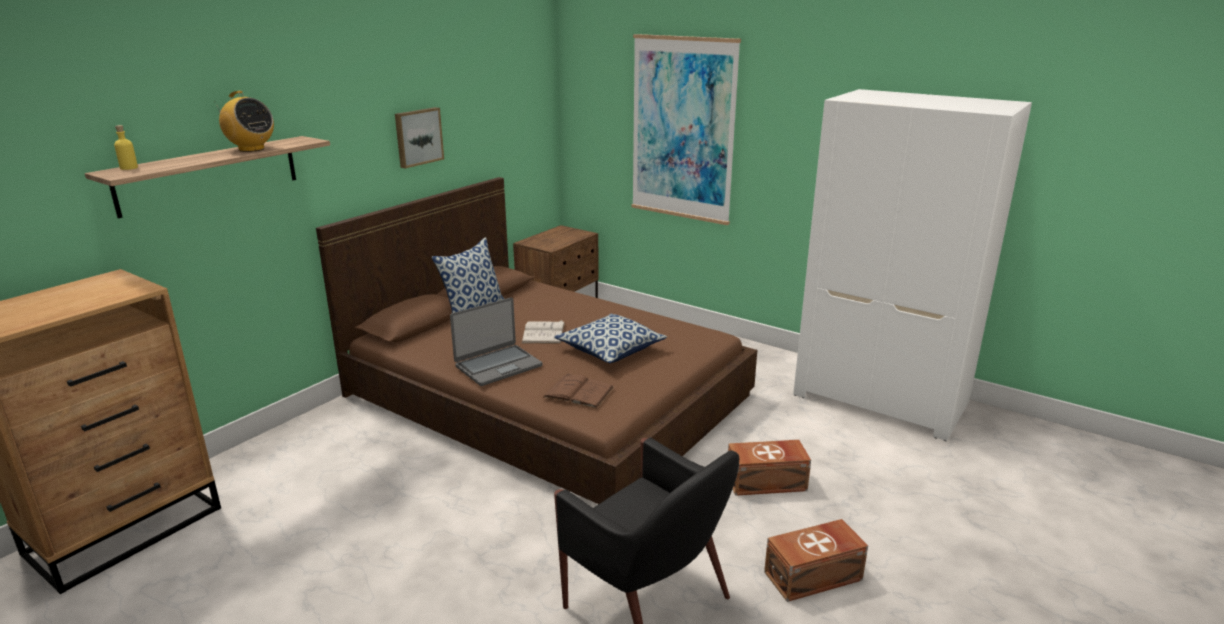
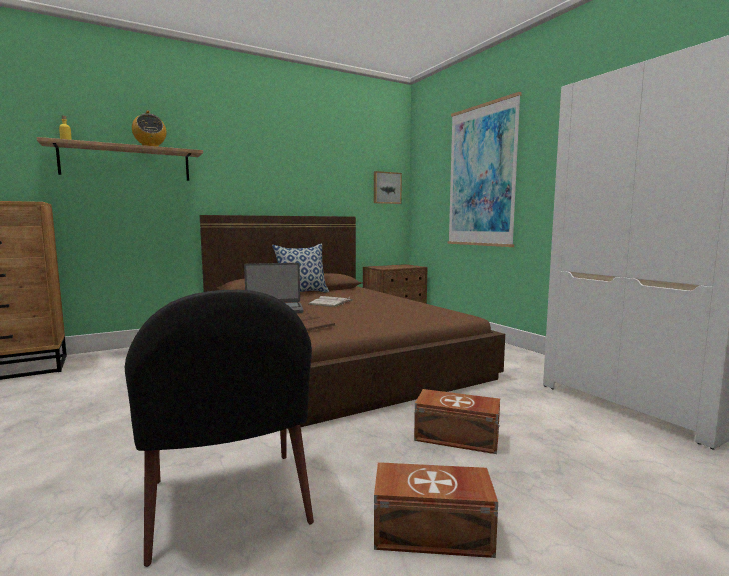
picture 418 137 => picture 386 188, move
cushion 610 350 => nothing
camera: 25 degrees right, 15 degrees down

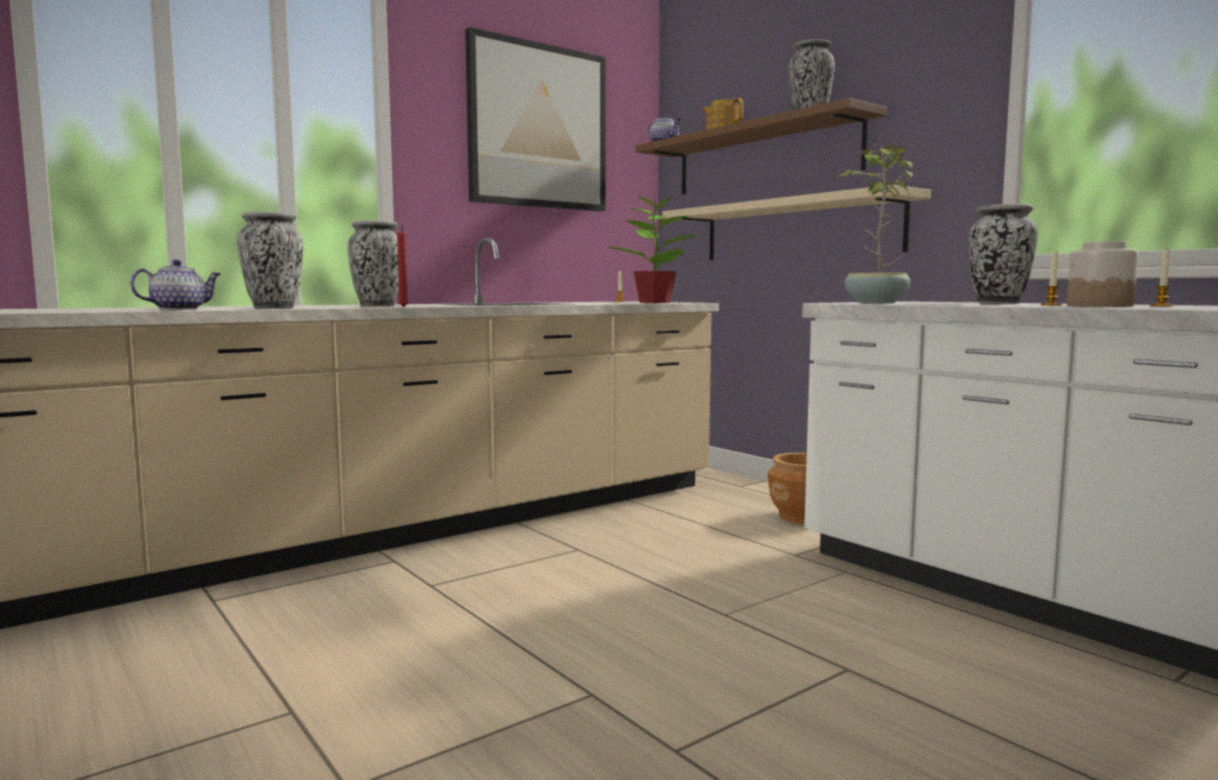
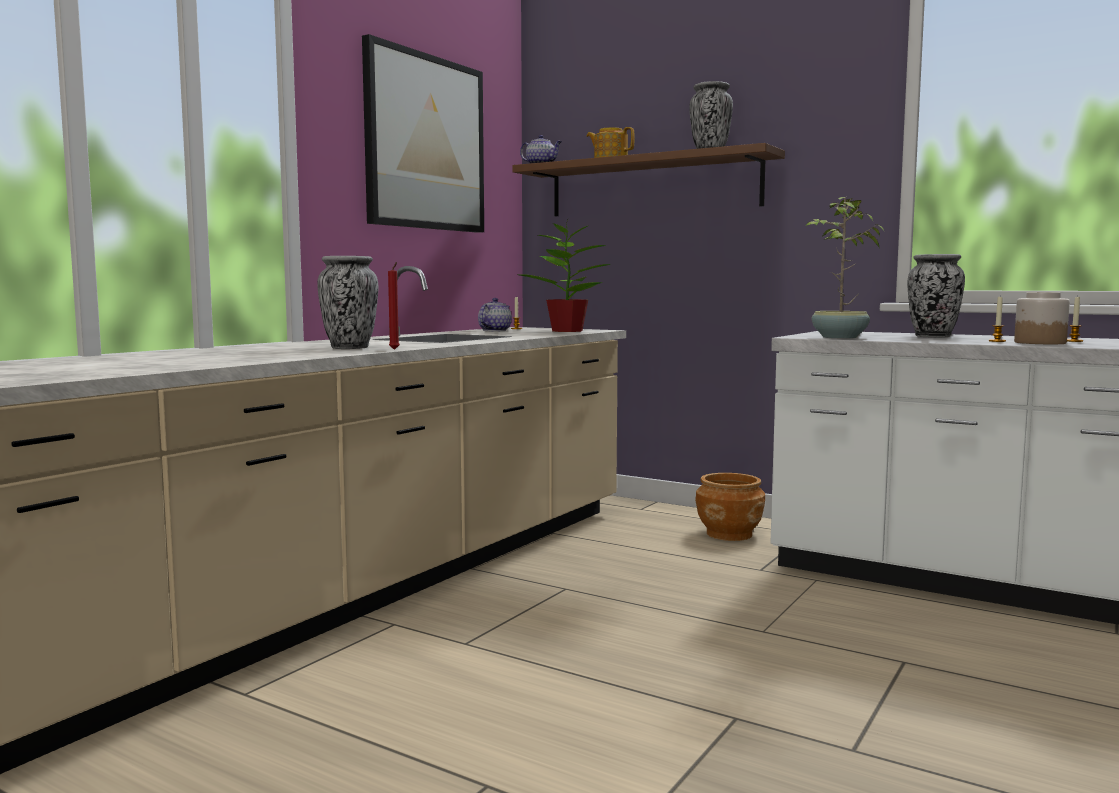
bracket shelf/beige 798 230 => nothing
vase 273 308 => nothing
teapot 180 309 => teapot 495 331, move
camera: 20 degrees left, 0 degrees up

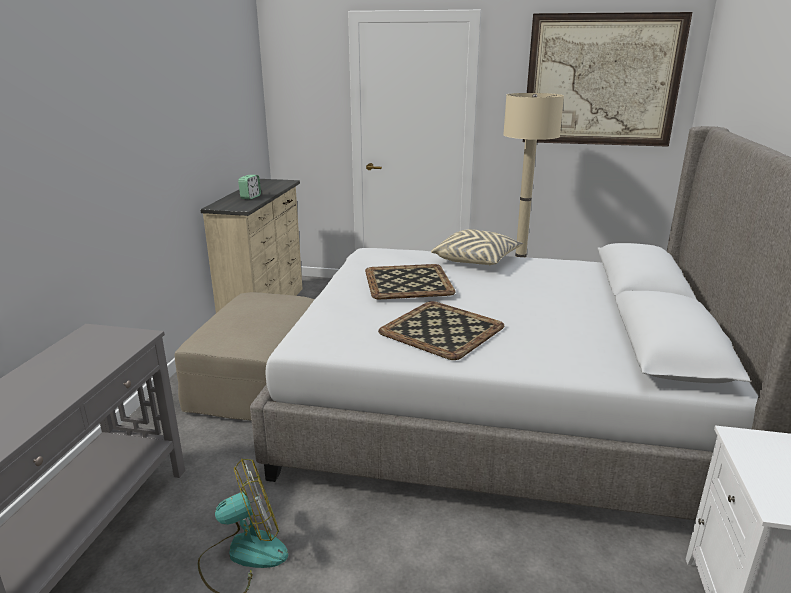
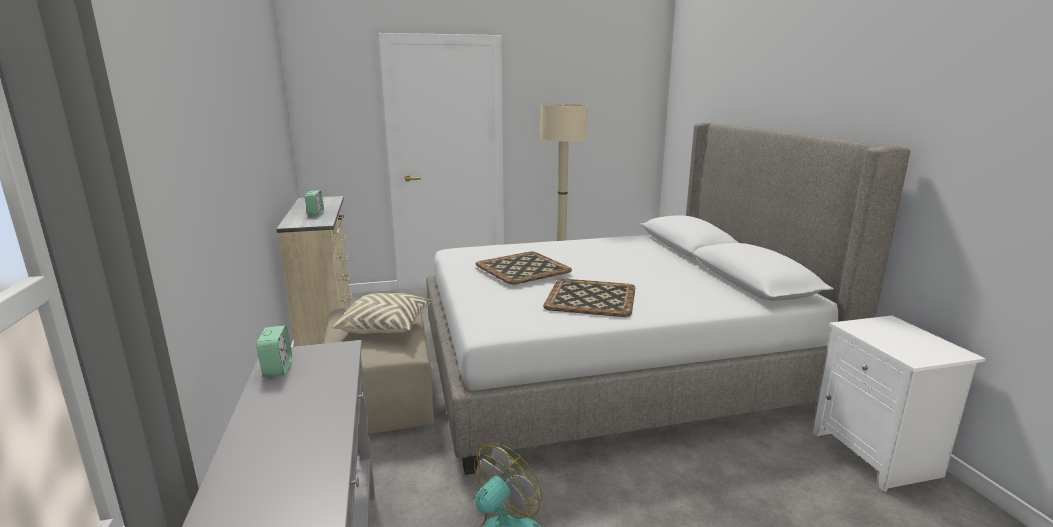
picture 601 81 => nothing
cushion/beige 477 260 => cushion/beige 386 326, move
nothing => alarm clock 277 368
camera: 25 degrees left, 5 degrees down

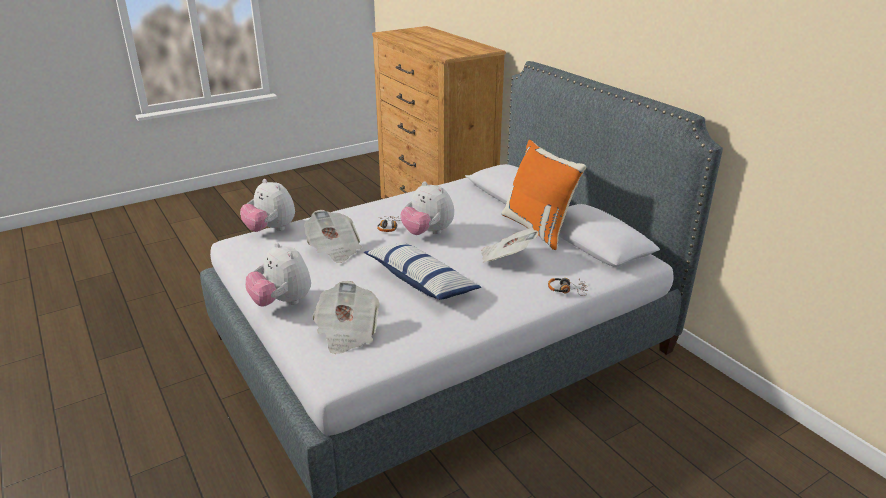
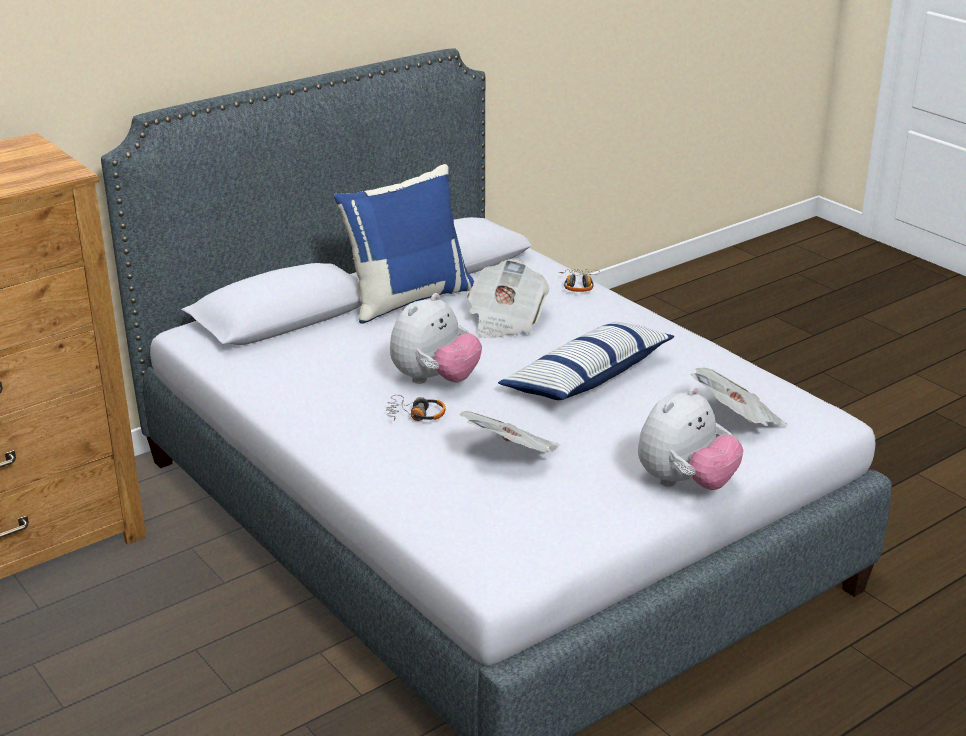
cushion/orange-coloured 538 228 => cushion/bluish 408 298
soft toy 271 230 => nothing
camera: 95 degrees left, 0 degrees up

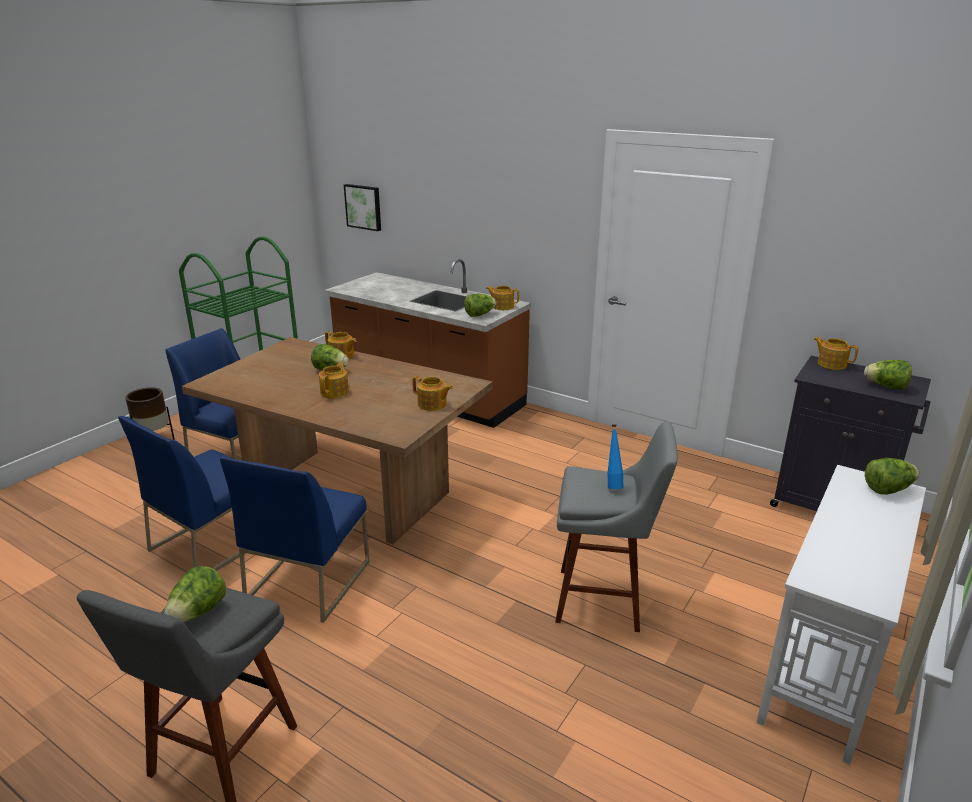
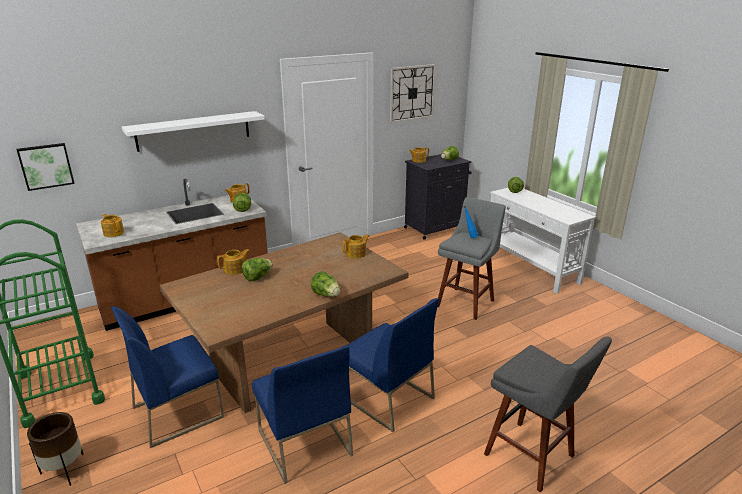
teapot 335 392 => teapot 114 233, move
lettuce head 198 612 => lettuce head 326 295, move
nothing => clock on the wall 412 93
nothing => bracket shelf/white 193 131
camera: 65 degrees left, 0 degrees up

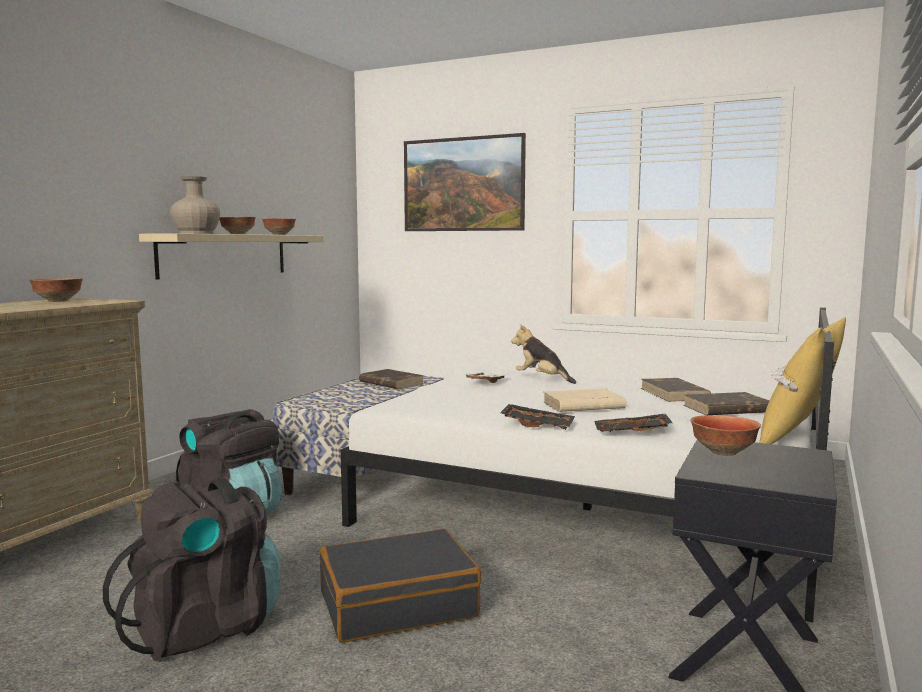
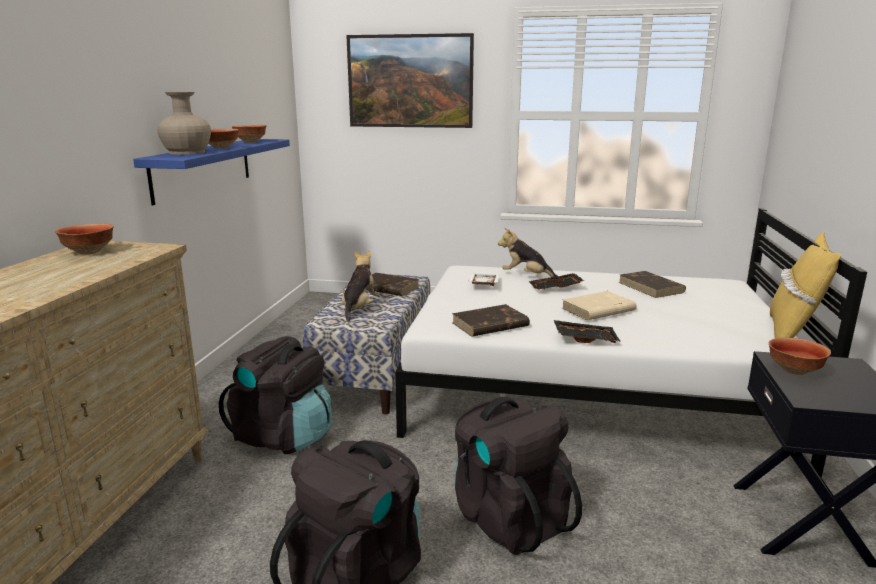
bracket shelf/beige 225 255 => bracket shelf/bluish 203 168
book/brownish 726 409 => book/brownish 489 325, move
tray/blackish 632 433 => tray/blackish 556 288, move
suitcase/blackish 397 604 => backpack/blackish 508 517
nothing => soft toy 359 308
camera: 15 degrees left, 10 degrees up

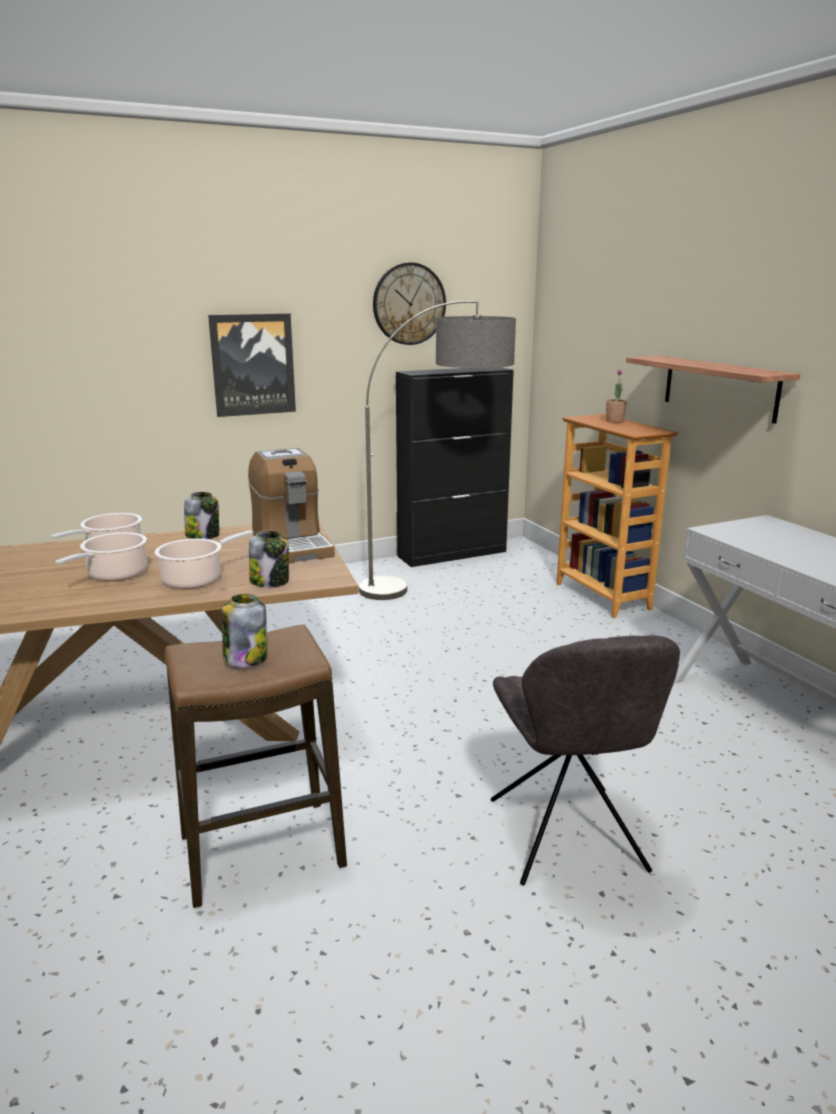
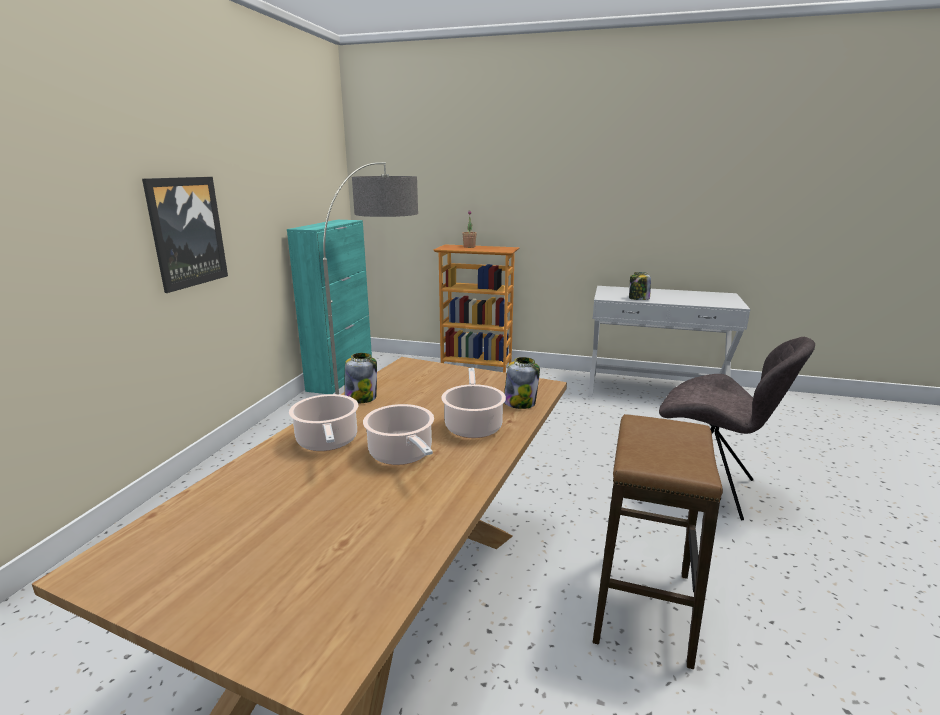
clock on the wall 409 304 => nothing
bracket shelf 719 387 => nothing
cabinet/blackish 453 554 => cabinet/turquoise 341 376
coffee brewer 291 544 => nothing
jar 245 658 => jar 638 299, move
camera: 50 degrees left, 0 degrees up

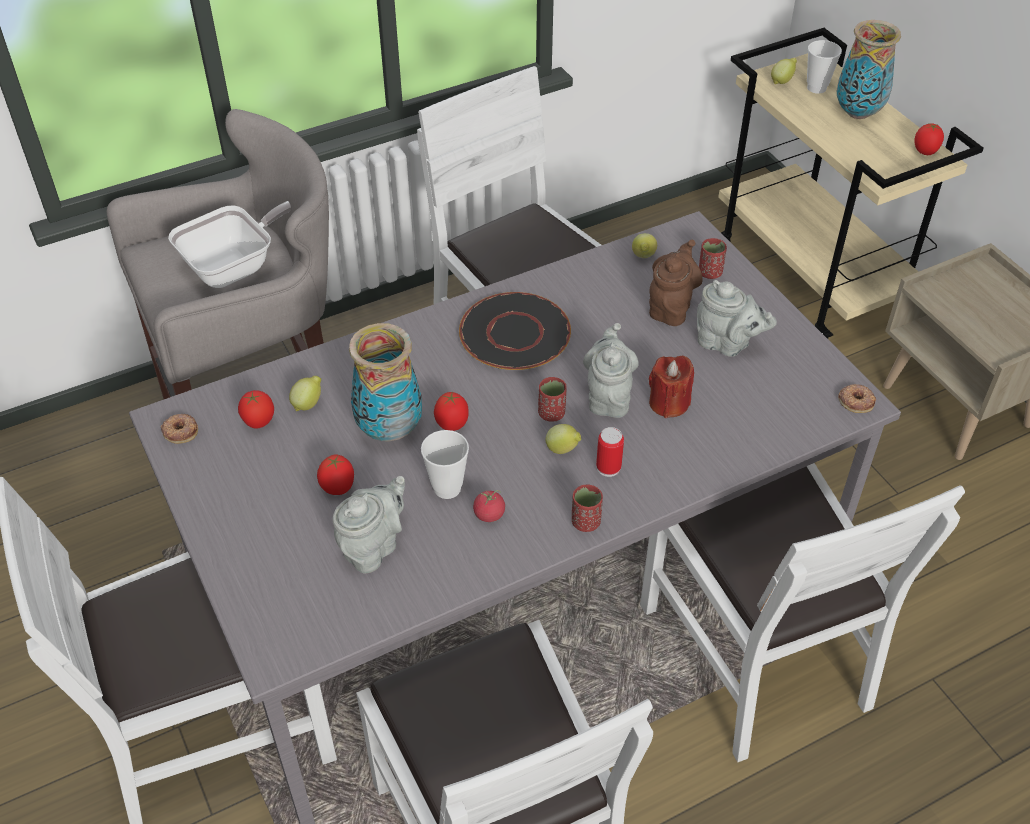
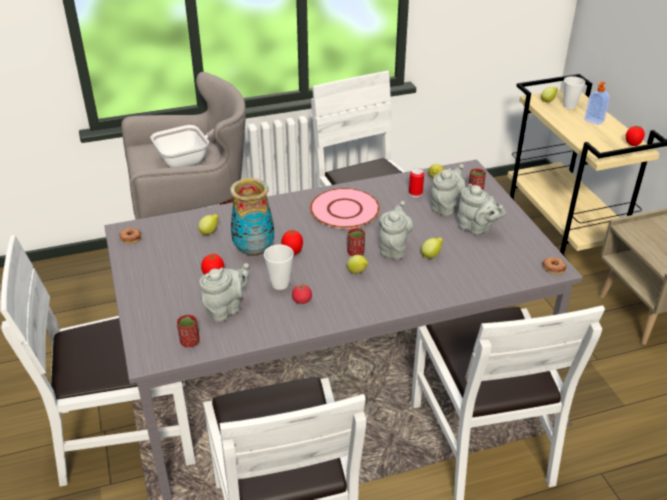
vase 858 113 => soap bottle 593 121
teapot/brownish 671 307 => teapot/grey 446 206
flat dish/blackish 515 333 => flat dish/pink 345 209
wax candle/red 669 403 => lemon 431 255
tomato 258 423 => nothing
metal can 608 467 => metal can 415 193, move
drinking cup/red 585 522 => drinking cup/red 190 342, move
camera: 10 degrees right, 10 degrees down

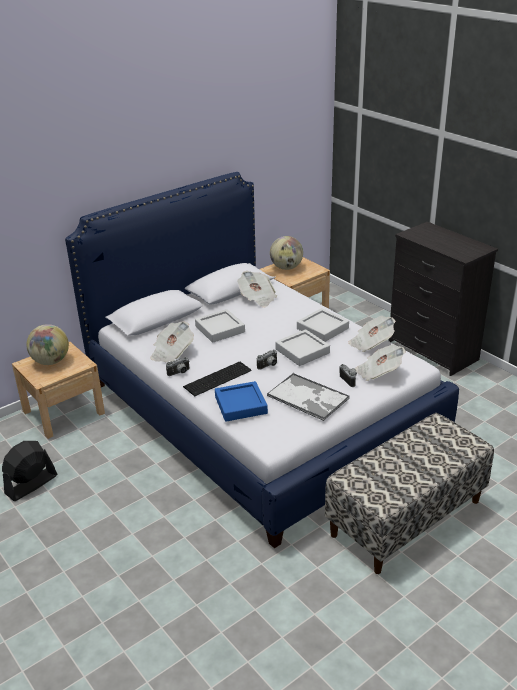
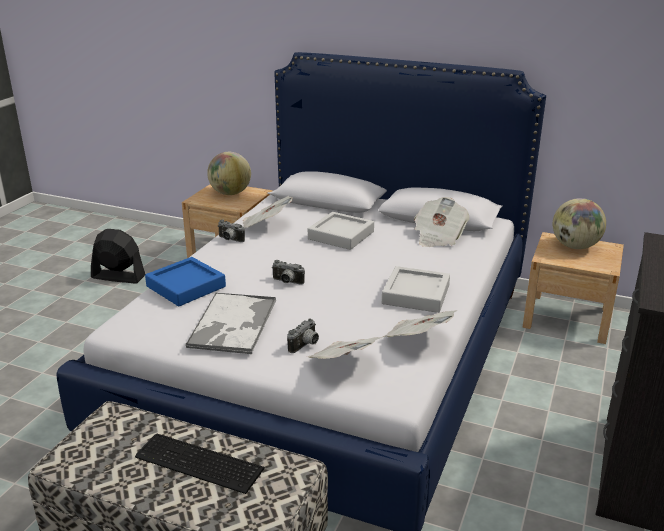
tray/grey 302 351 => nothing
keyboard 219 379 => keyboard 199 464, move
camera: 60 degrees right, 5 degrees down

